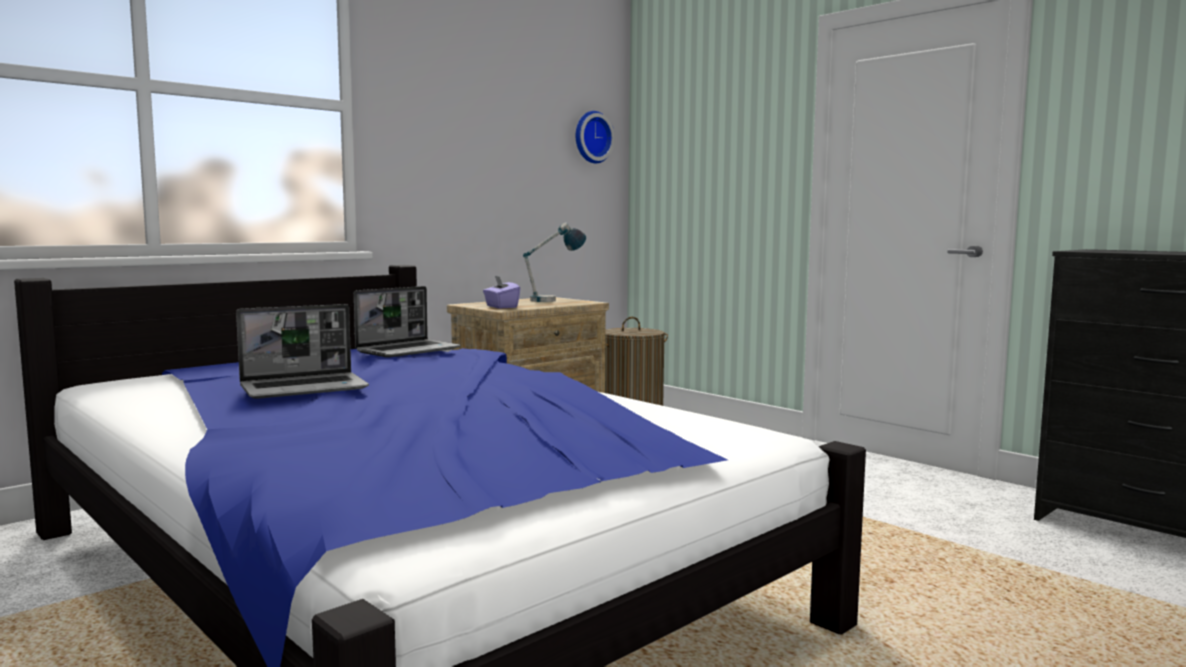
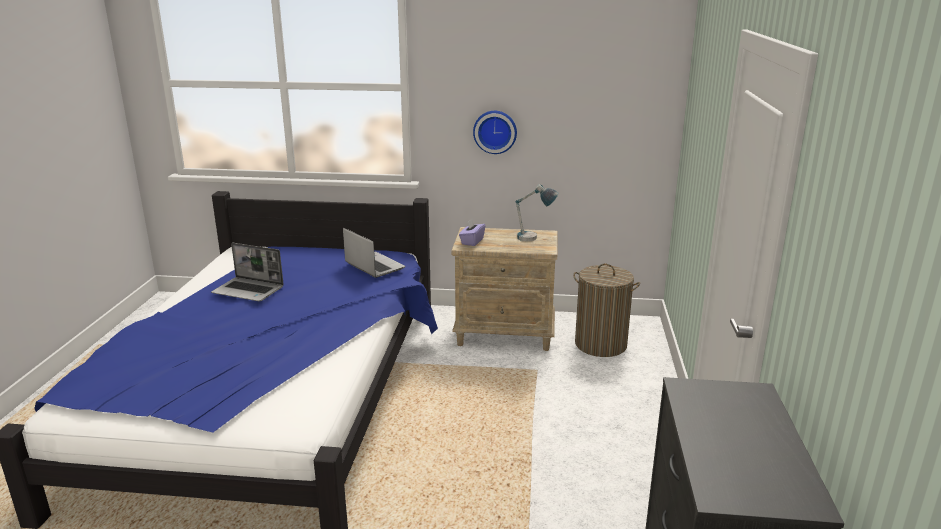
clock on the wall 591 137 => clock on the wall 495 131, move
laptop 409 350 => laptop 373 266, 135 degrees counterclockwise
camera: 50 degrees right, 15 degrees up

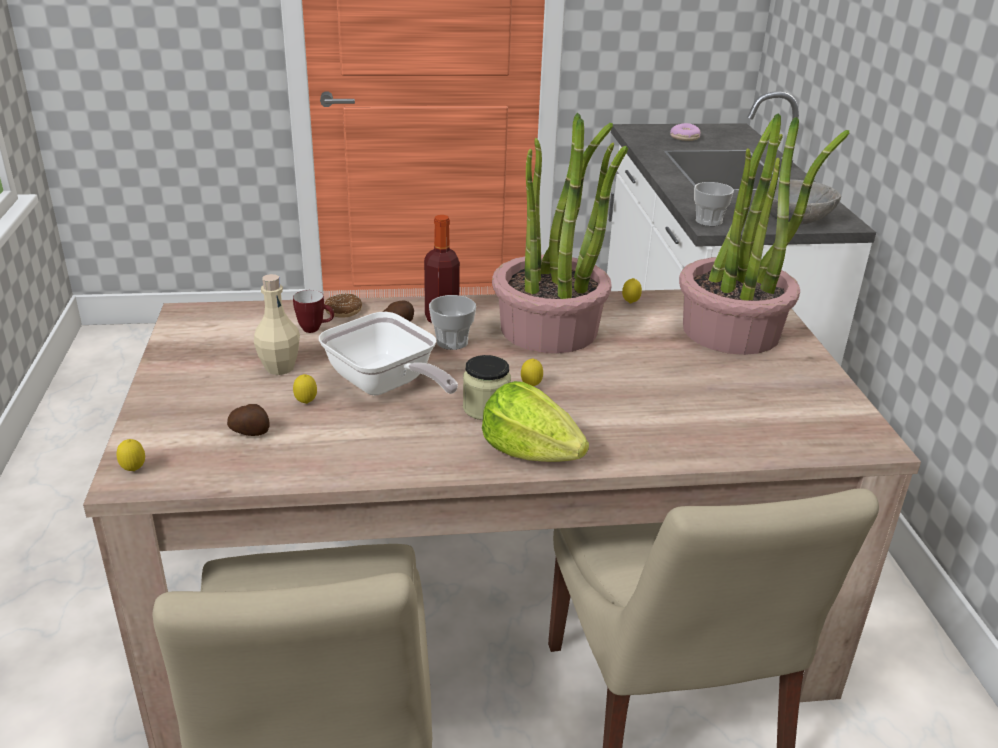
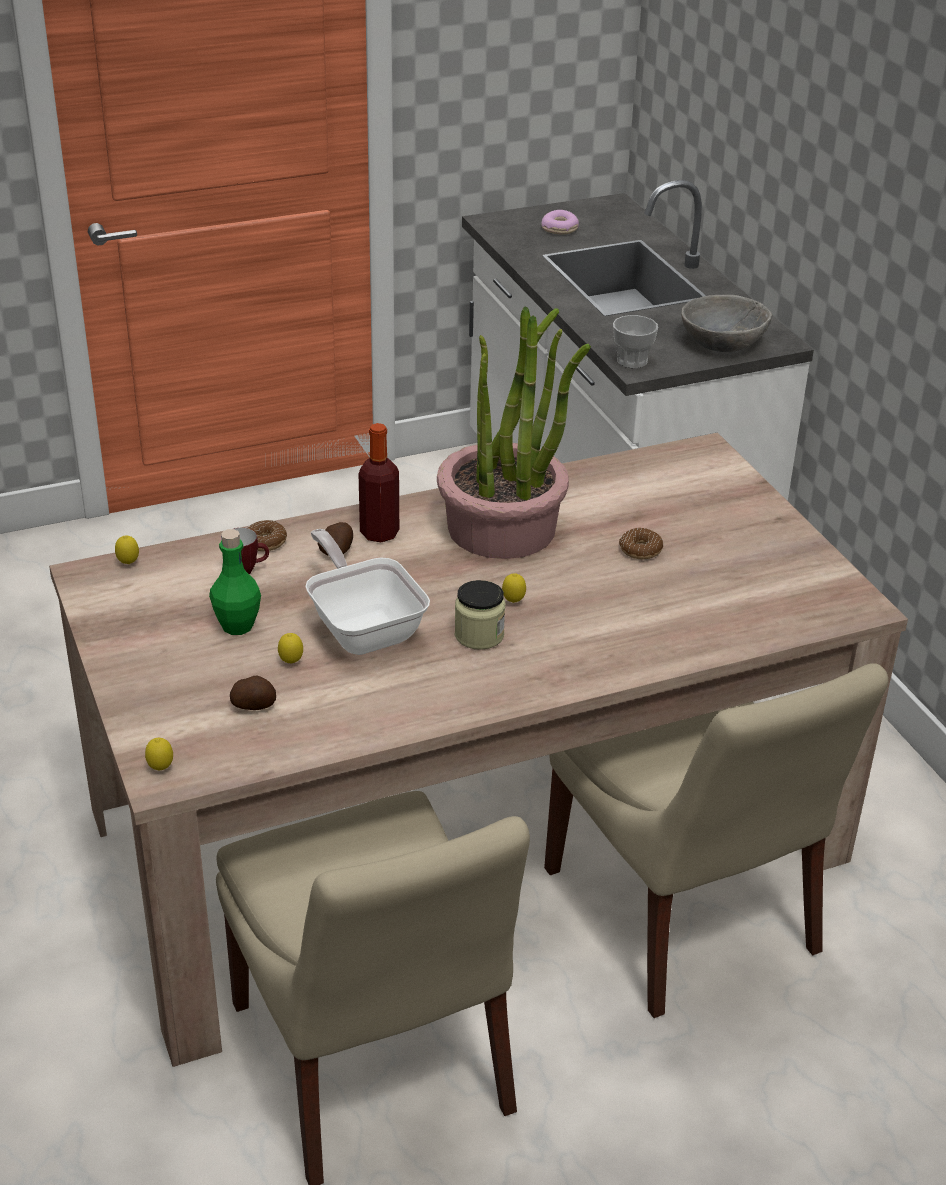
potted plant 732 330 => nothing
drink bottle/beige 280 368 => drink bottle/green 237 626
lemon 630 303 => lemon 128 563, move
drinking cup 452 342 => nothing
pan 386 386 => pan 363 627, 150 degrees counterclockwise
lettuce head 530 452 => nothing
nothing => ring doughnut 640 550
camera: 15 degrees left, 5 degrees up

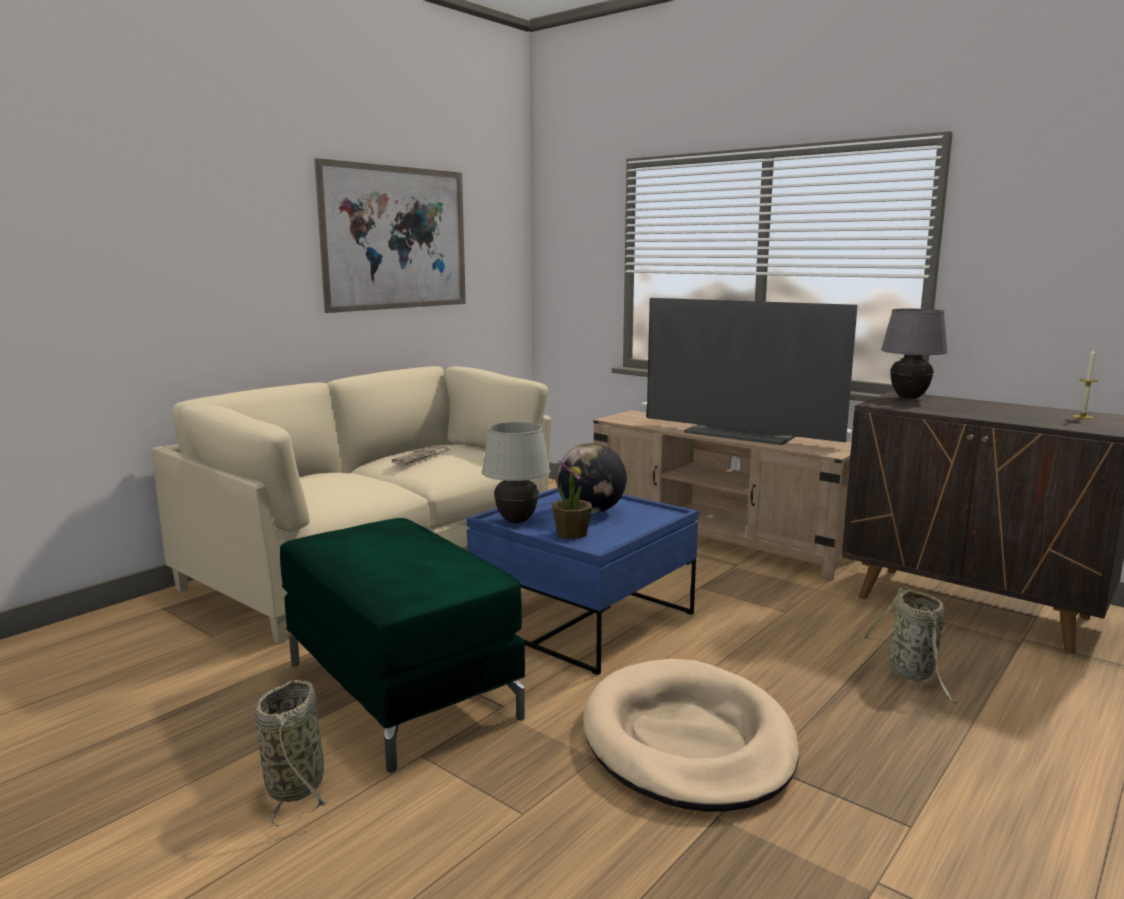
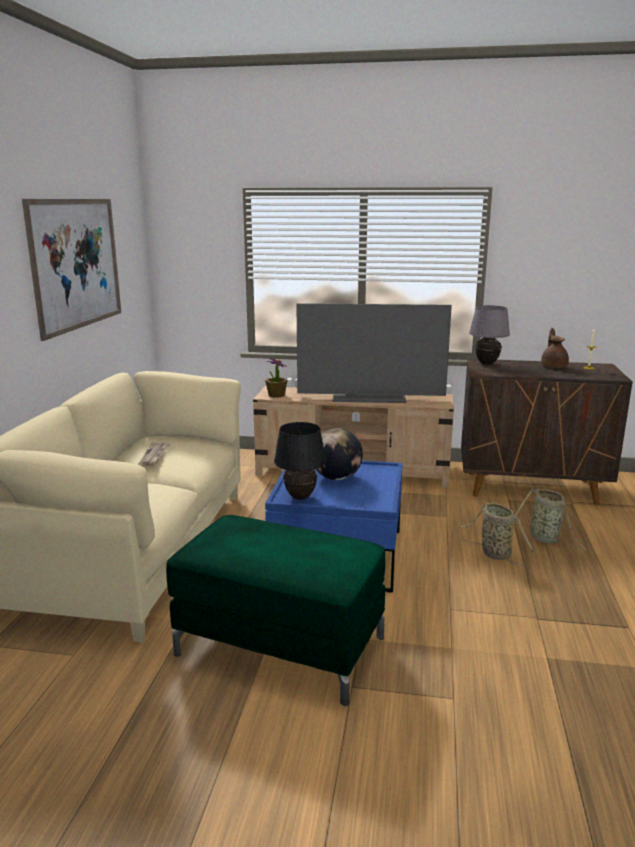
table lamp/white 517 521 => table lamp/blackish 300 497
potted plant 571 534 => potted plant 276 395, move
dog bed/beige 688 741 => nothing
basket 296 783 => basket 493 553, move
nothing => teapot/brownish 554 366
camera: 30 degrees left, 5 degrees up

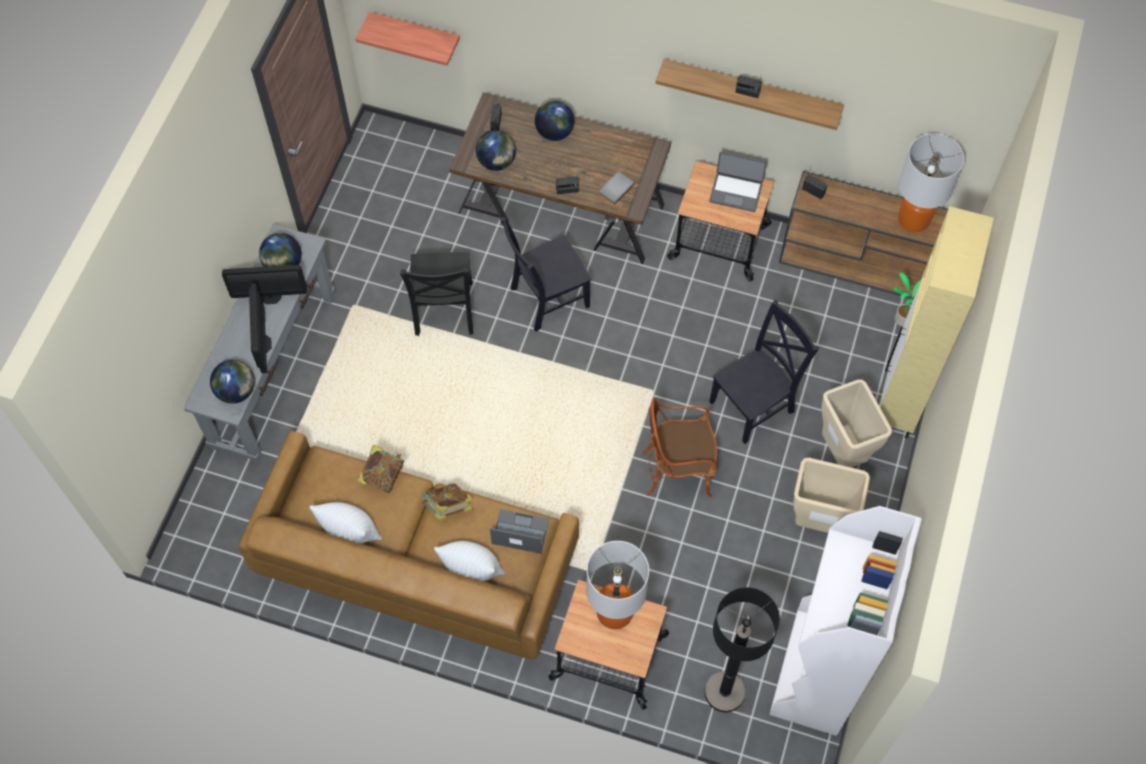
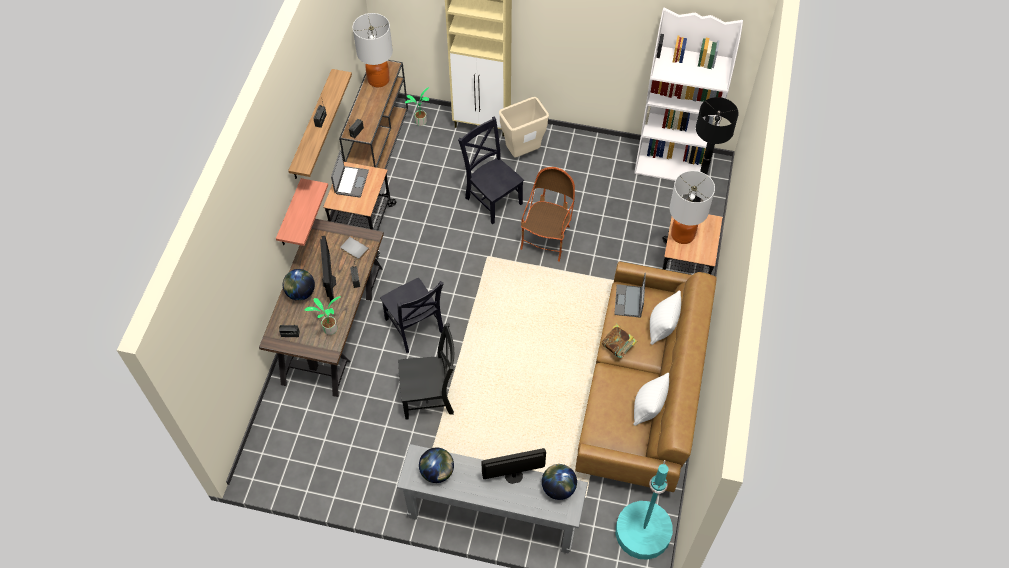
bracket shelf 415 33 => bracket shelf 290 215, move
globe 497 162 => potted plant 329 330
monitor 271 296 => monitor 329 281, move
armchair 678 470 => armchair 547 239, 150 degrees counterclockwise
book 382 475 => nothing
trash can/beige 817 522 => nothing
nothing => standing lamp/turquoise 643 532
camera: 95 degrees left, 5 degrees down

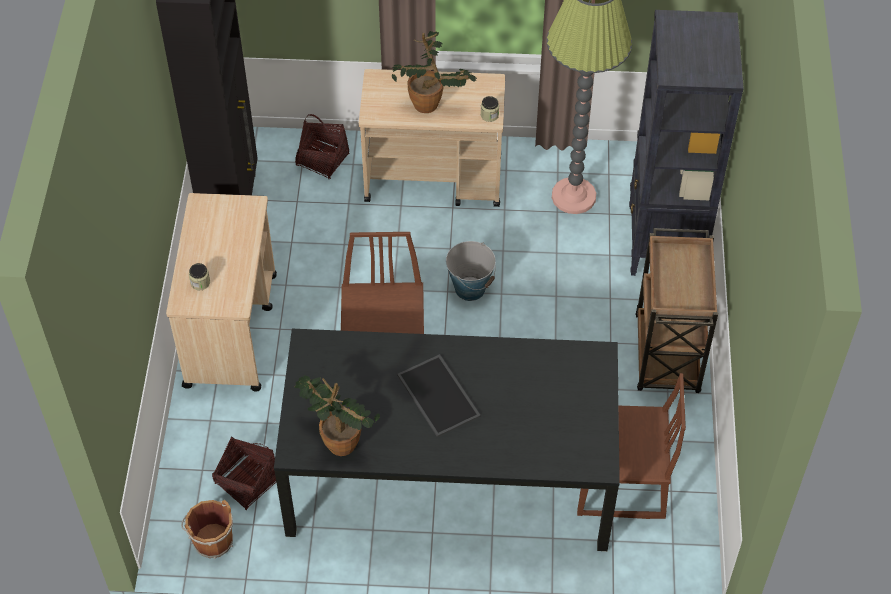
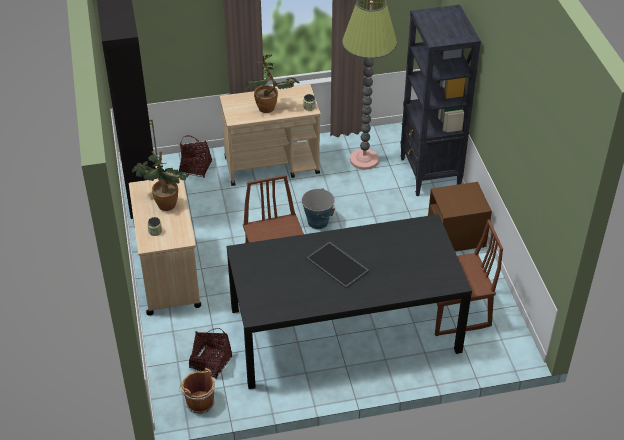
cart/brownish 667 356 => bedside table/brownish 456 236
potted plant 338 438 => potted plant 163 202, move
camera: 15 degrees left, 10 degrees down

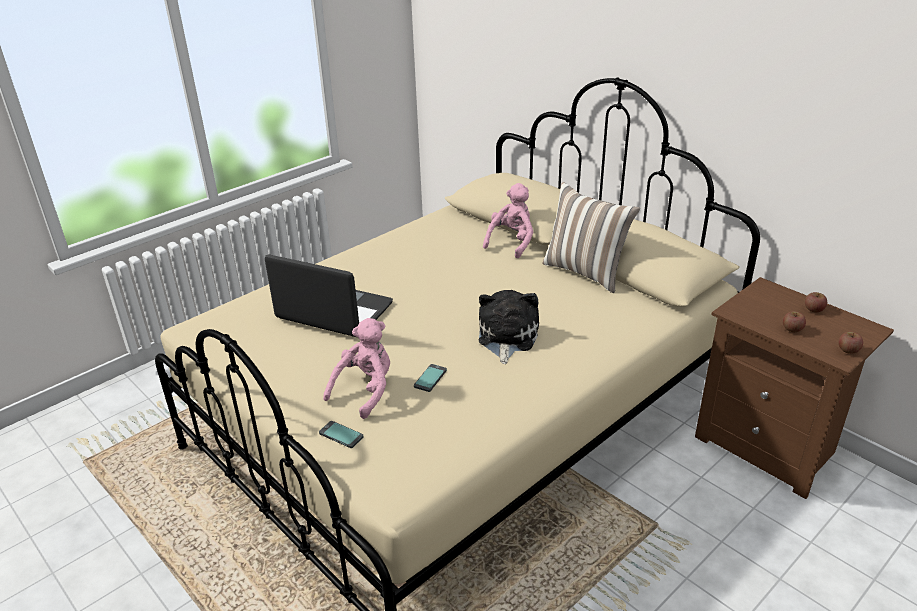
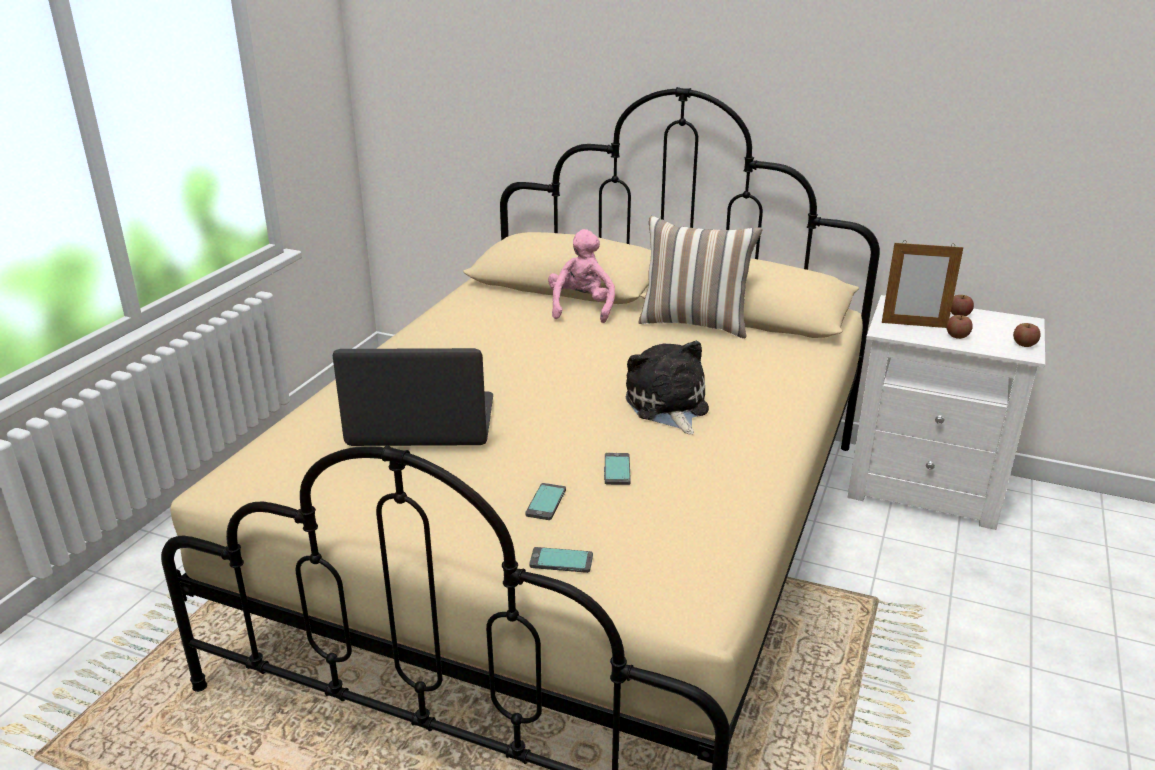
bedside table/brownish 769 446 => bedside table/white 925 488
soft toy/pink 365 390 => handset 546 502
nothing => picture frame 914 325
camera: 25 degrees left, 5 degrees down

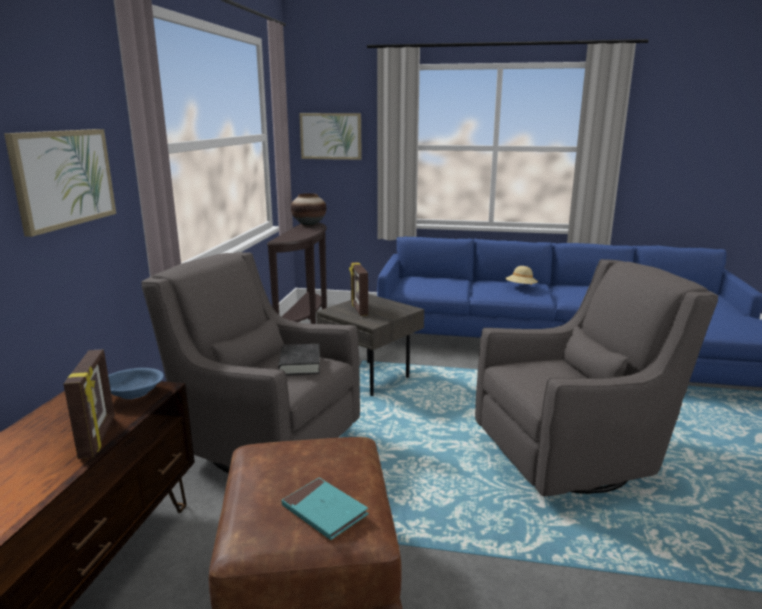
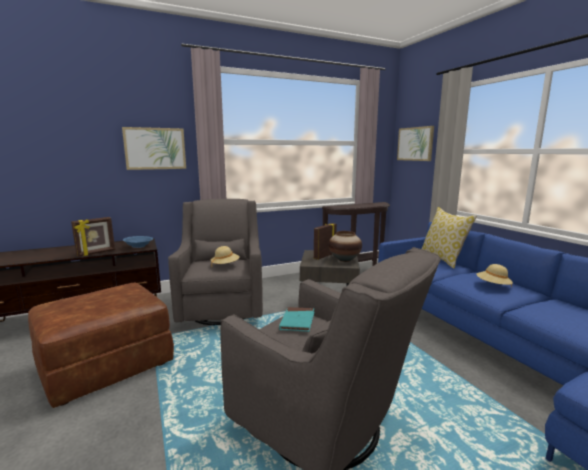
vase 309 224 => vase 344 260, move
book/blackish 300 364 => wearable hat/beige 225 265
book/turquoise 324 511 => book/turquoise 297 321, move
nothing => cushion 442 259
camera: 55 degrees right, 5 degrees down

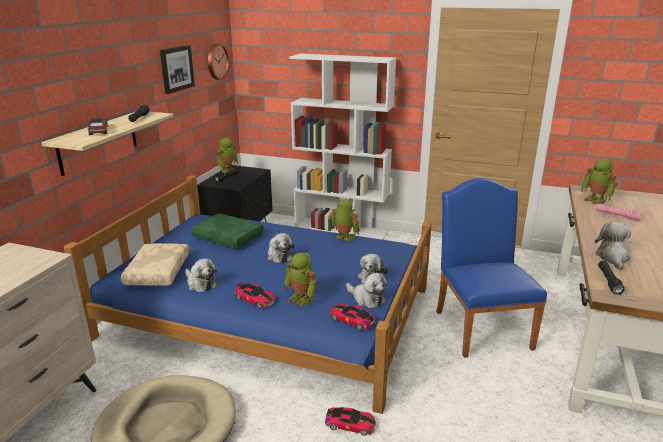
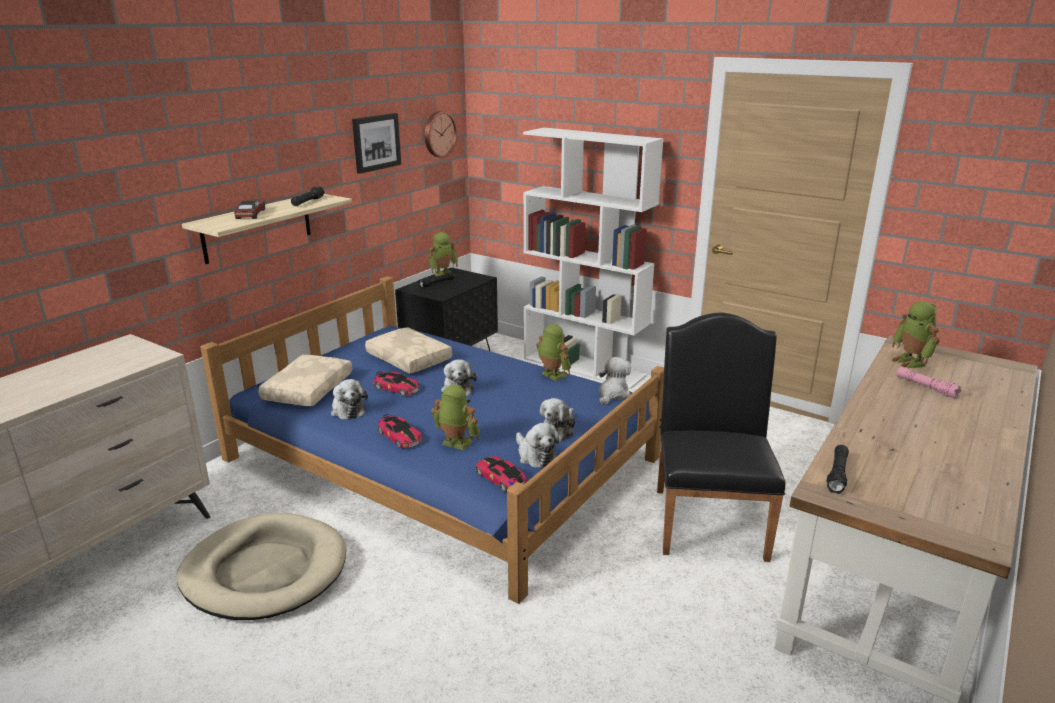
chair/bluish 480 325 => chair/blackish 709 517
cushion/green 229 237 => cushion/beige 410 359
soft toy 612 257 => soft toy 613 394, move
model robot 302 298 => model robot 455 444, 150 degrees clockwise
miniature car 350 424 => miniature car 396 388, move
camera: 15 degrees right, 0 degrees up

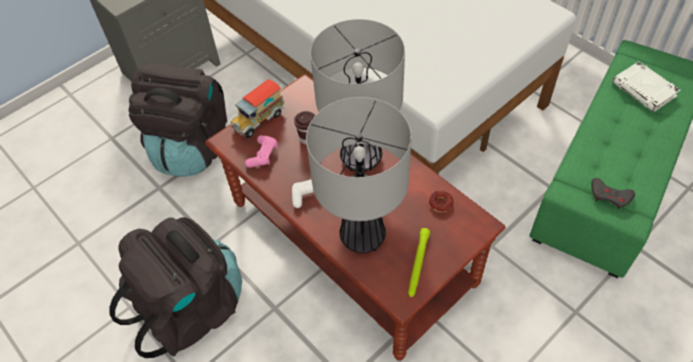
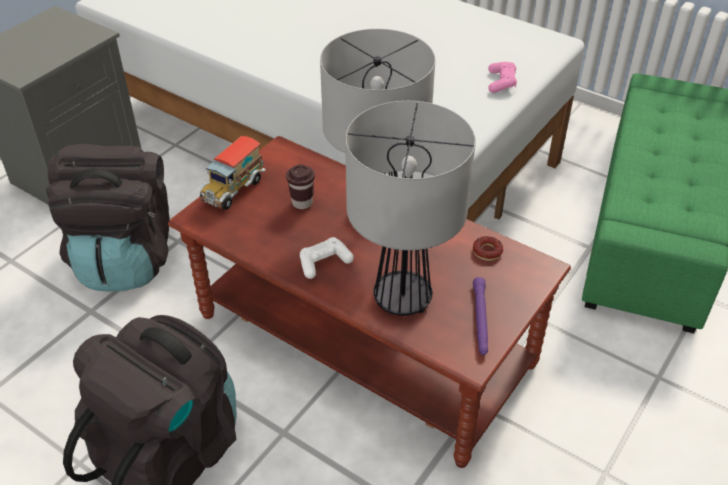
book/white 644 90 => nothing
joypad/pink 263 155 => joypad/pink 501 82, move
joypad/grey 610 196 => nothing
hand torch/green 418 265 => hand torch/purplish 480 320
camera: 15 degrees left, 10 degrees down

